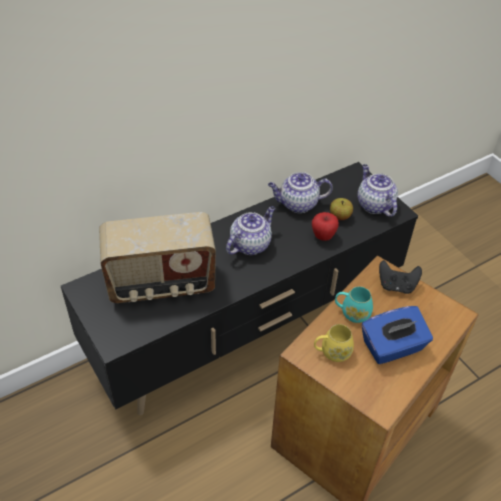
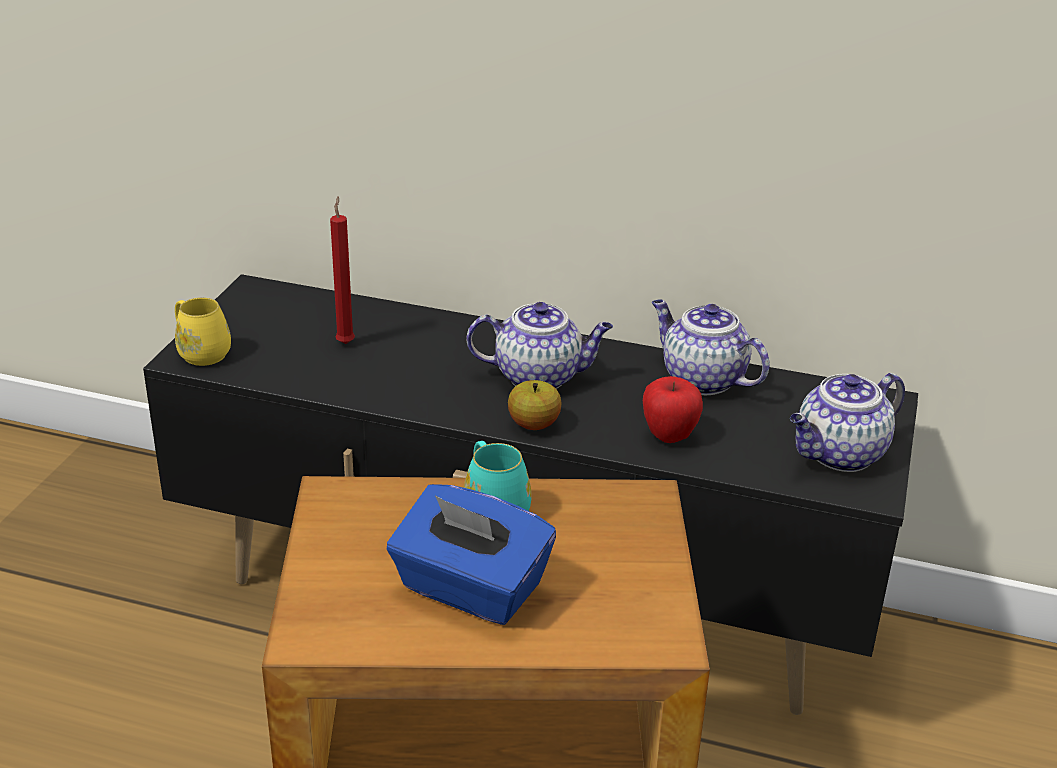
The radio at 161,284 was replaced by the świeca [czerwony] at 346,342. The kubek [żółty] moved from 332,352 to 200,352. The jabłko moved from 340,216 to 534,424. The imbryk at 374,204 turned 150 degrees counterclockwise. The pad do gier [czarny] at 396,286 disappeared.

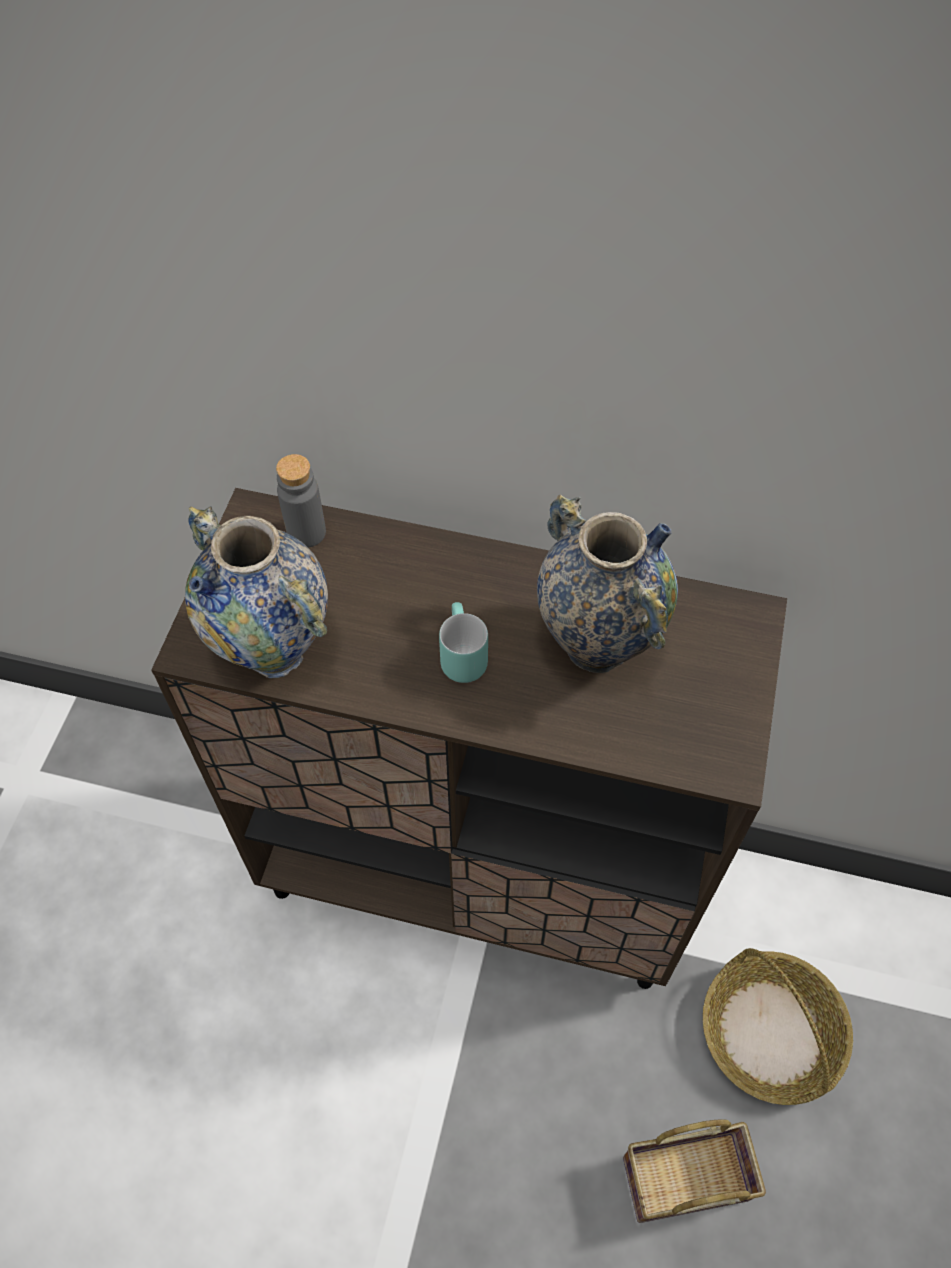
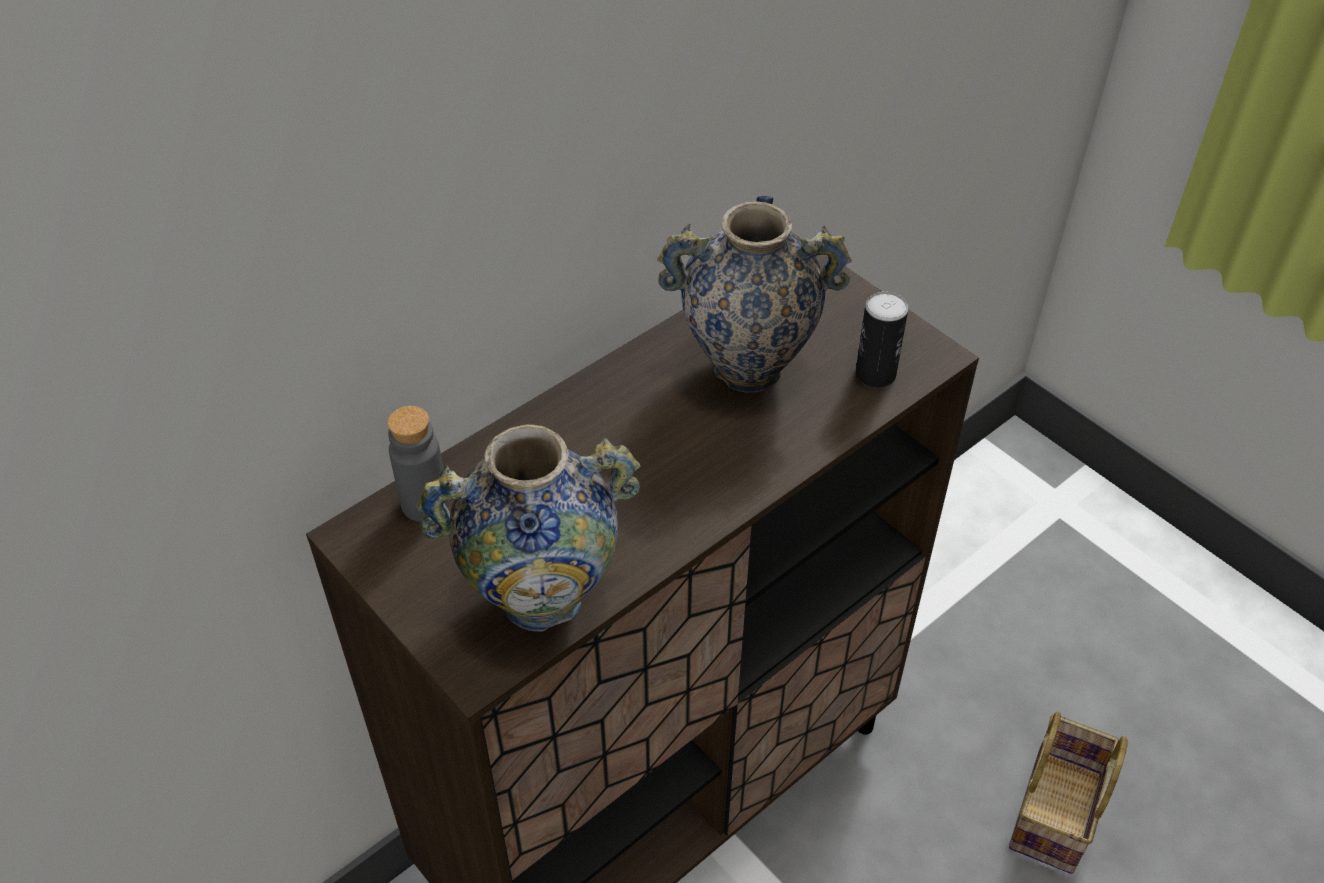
The kubek [turkusowy] at 458,655 disappeared. The koszyk at 771,1033 disappeared. The puszka at 875,374 appeared.

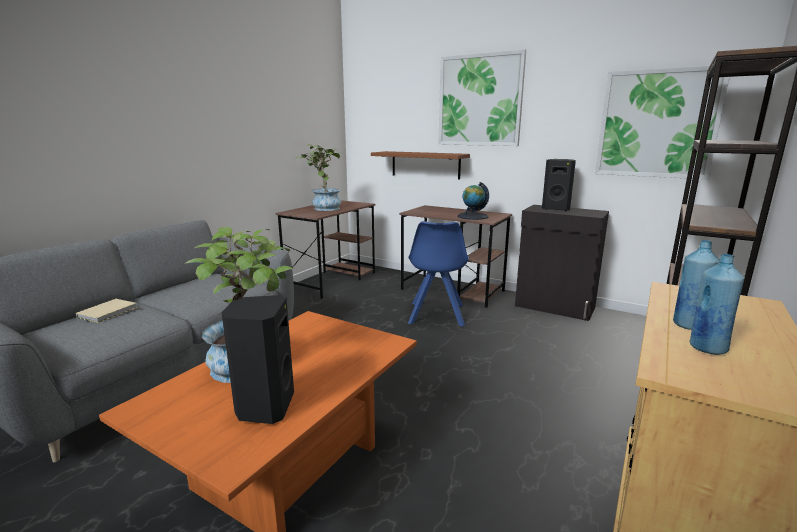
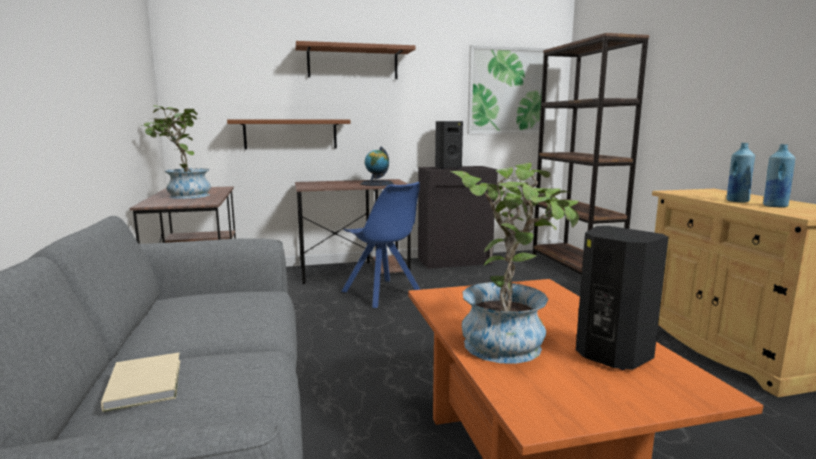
The obraz at 480,100 was replaced by the półka [brązowy] at 353,63.

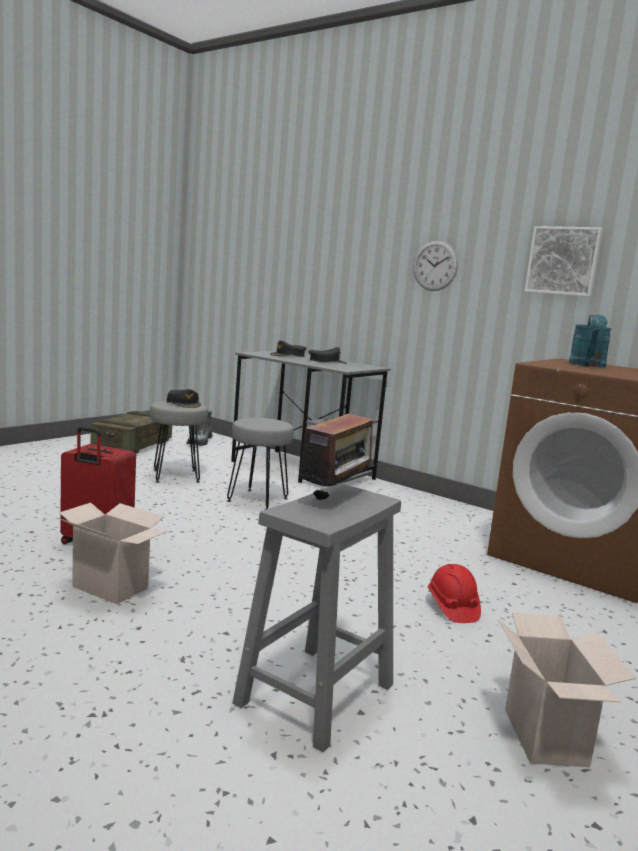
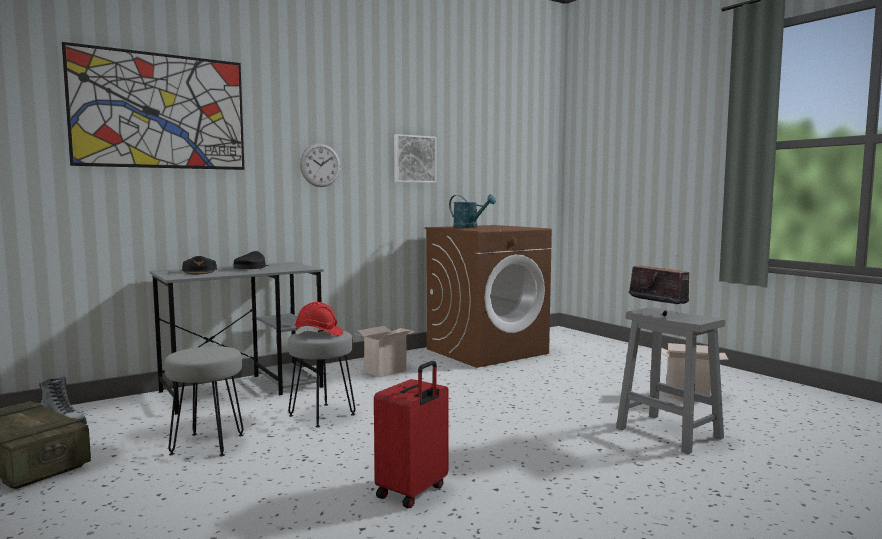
The karton moved from 113,587 to 385,371. The czapka z daszkiem [czarny] at 184,403 disappeared. The kask [czerwony] moved from 452,607 to 319,334. The obraz at 160,111 appeared.

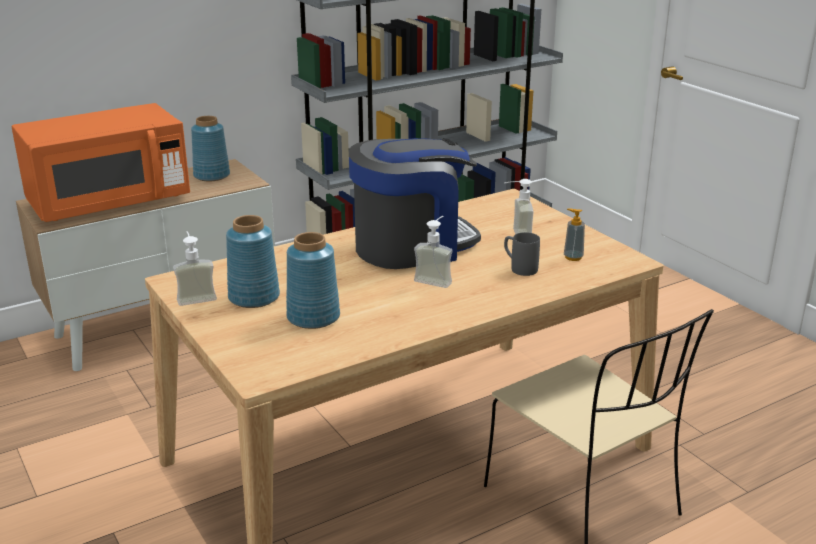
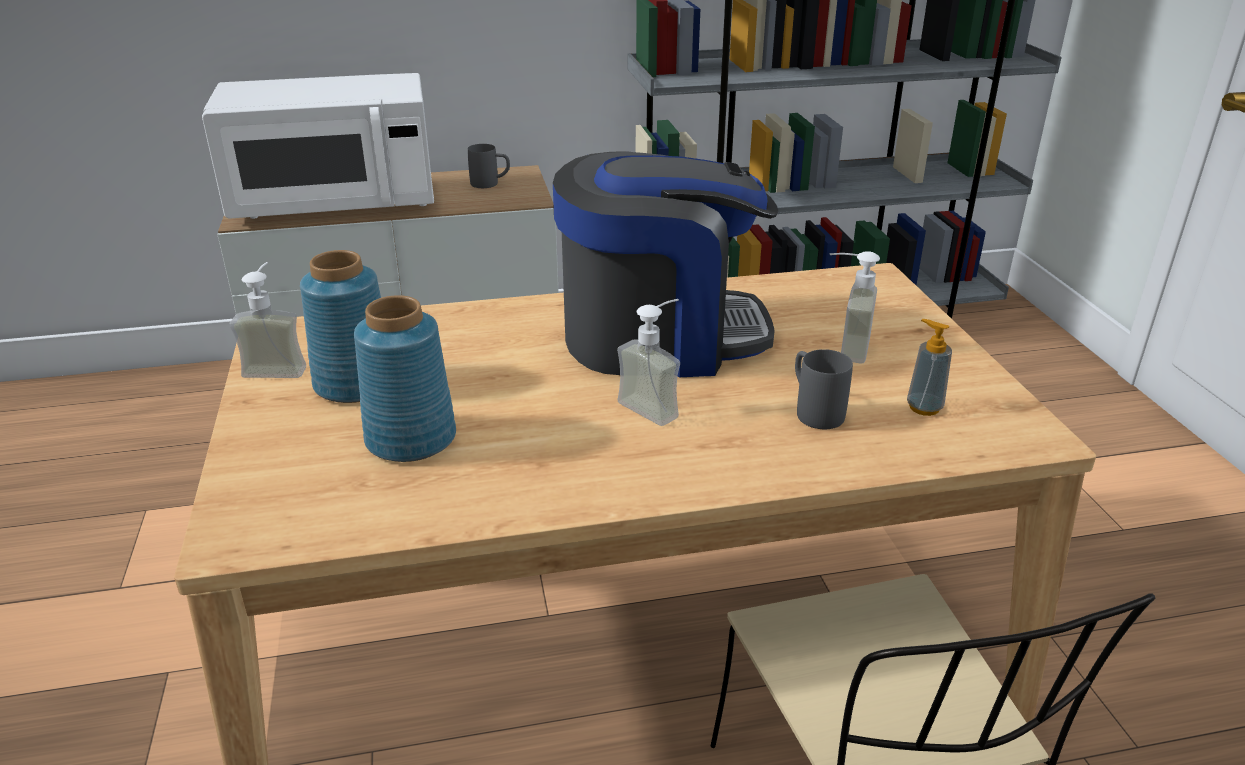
The mikrofalówka [pomarańczowy] at 109,202 became the mikrofalówka [biały] at 336,203. The wazon [niebieski] at 212,175 was replaced by the kubek [szary] at 490,184.

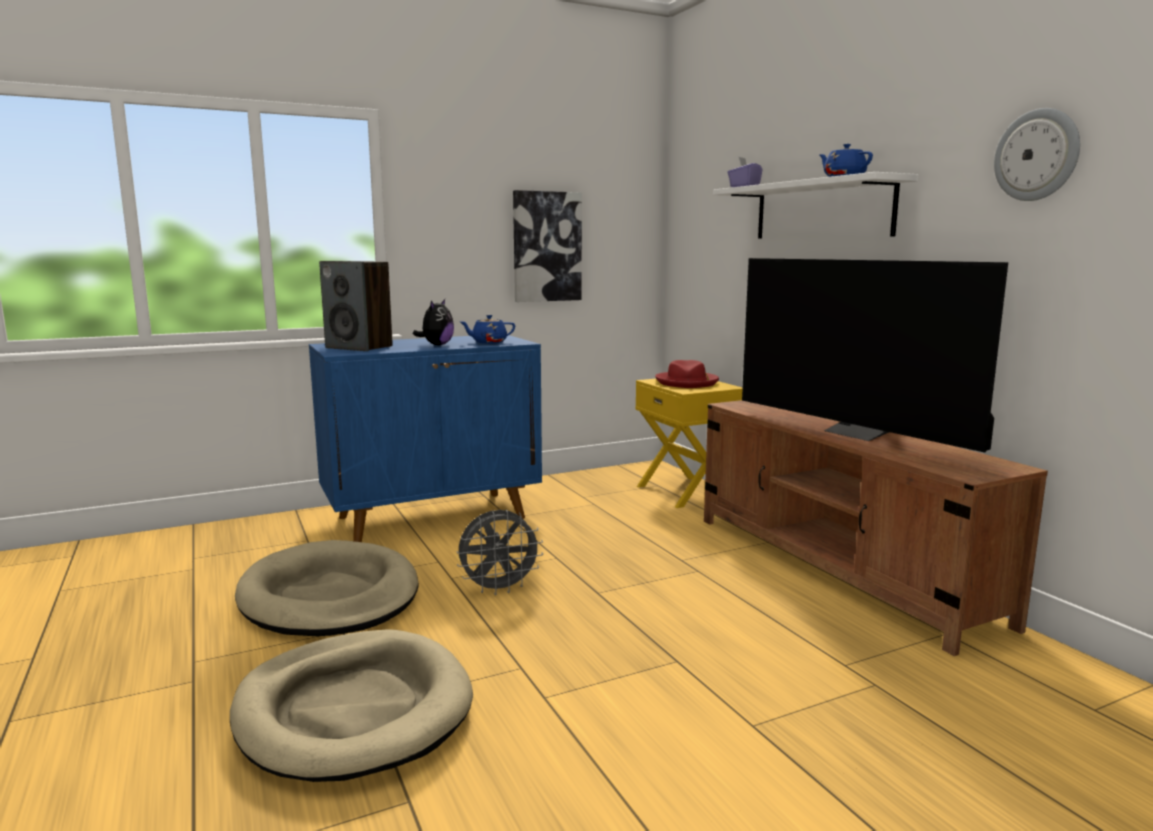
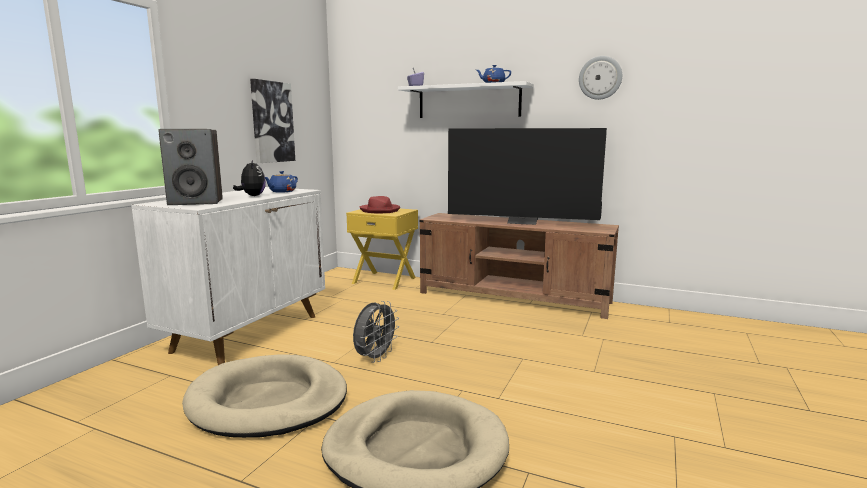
The szafka [niebieski] at 433,517 became the szafka [biały] at 249,333.

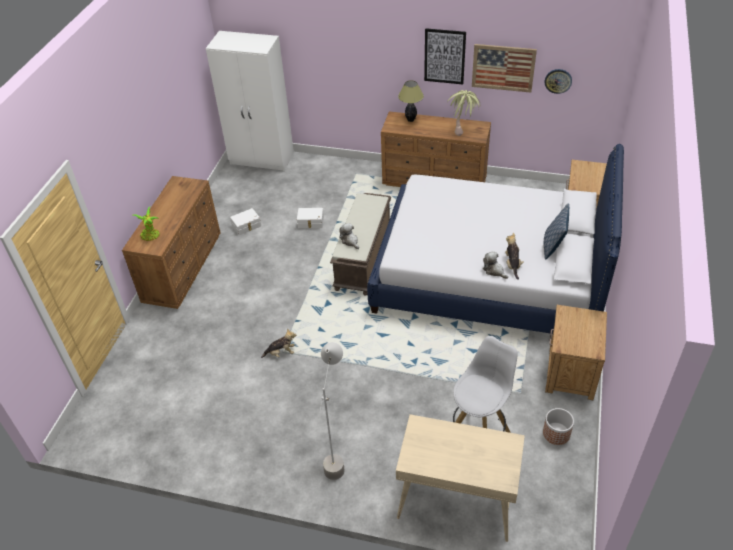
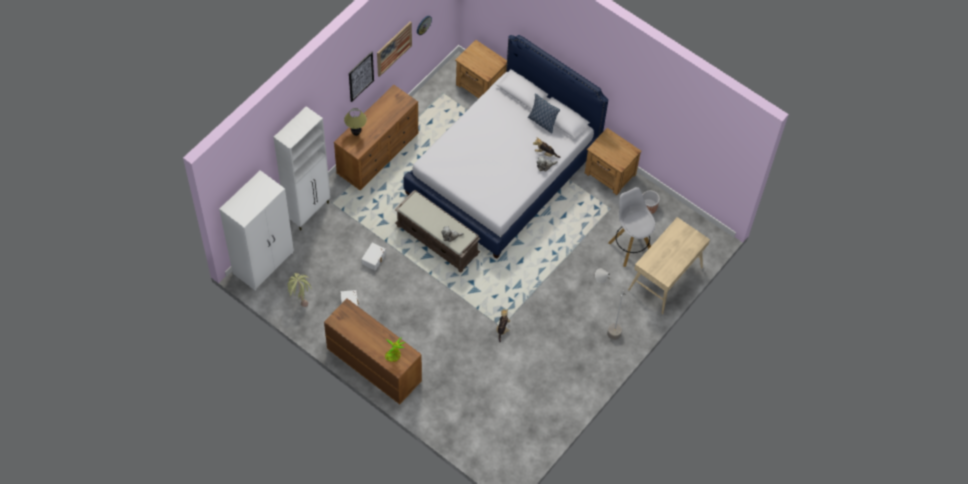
The roślina doniczkowa moved from 462,129 to 300,298. The szafka [biały] at 308,211 appeared.

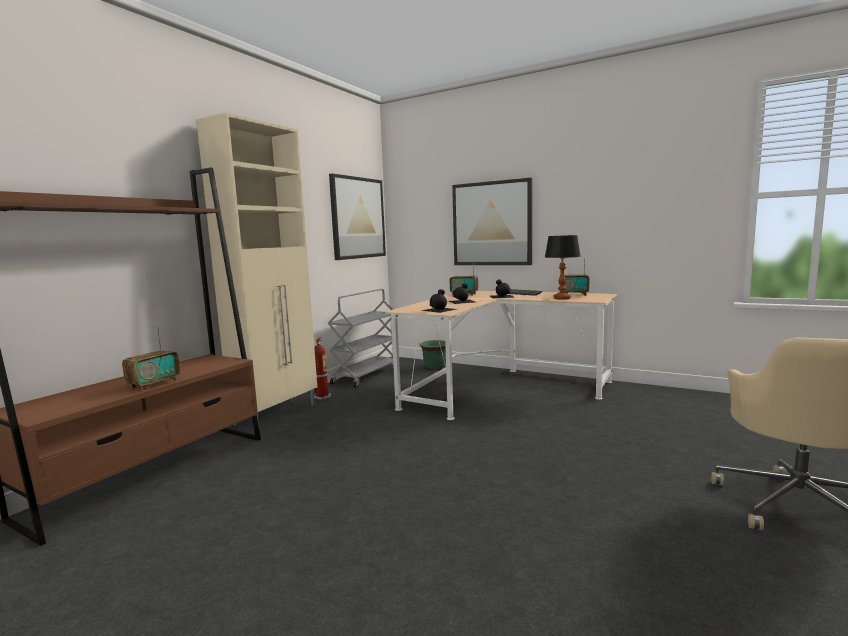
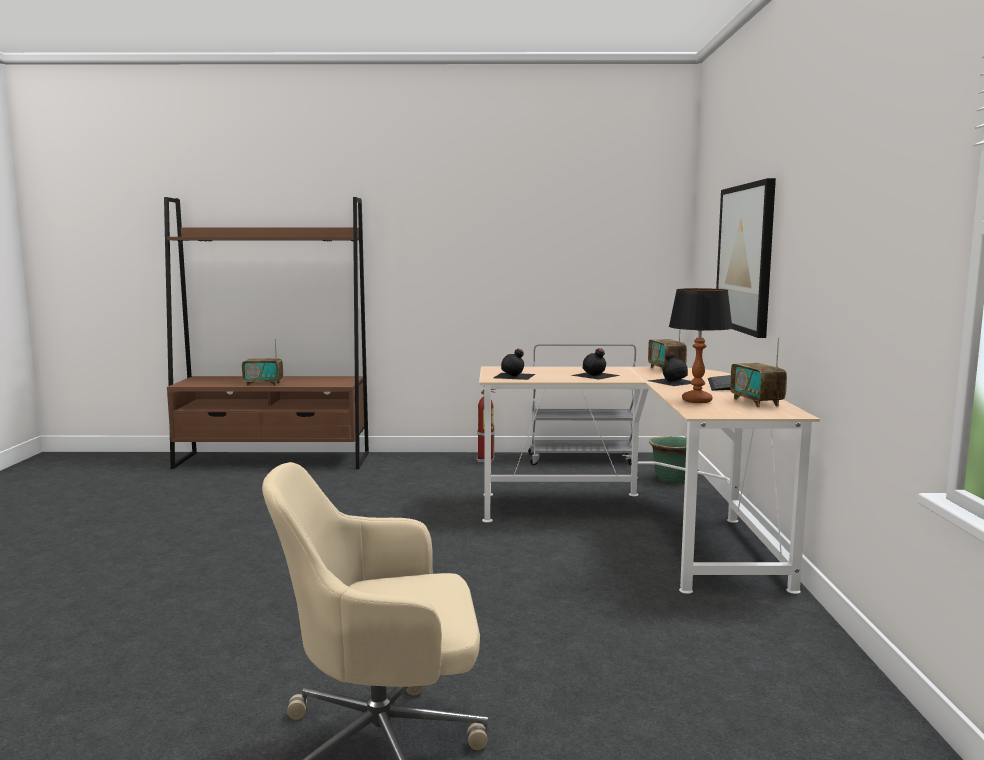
The szafka [beżowy] at 277,414 disappeared. The obraz at 358,218 disappeared.

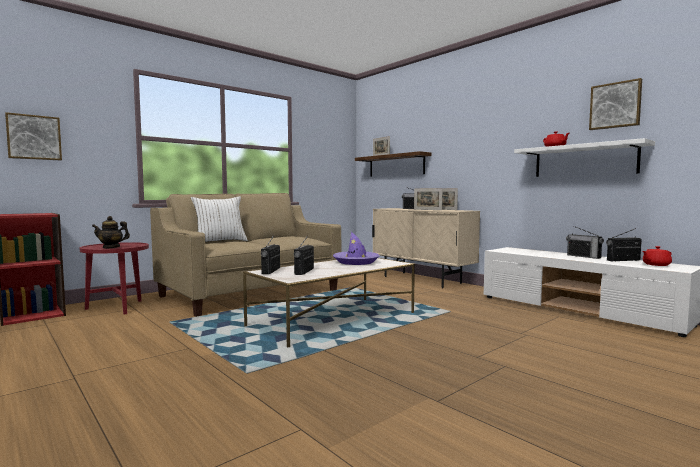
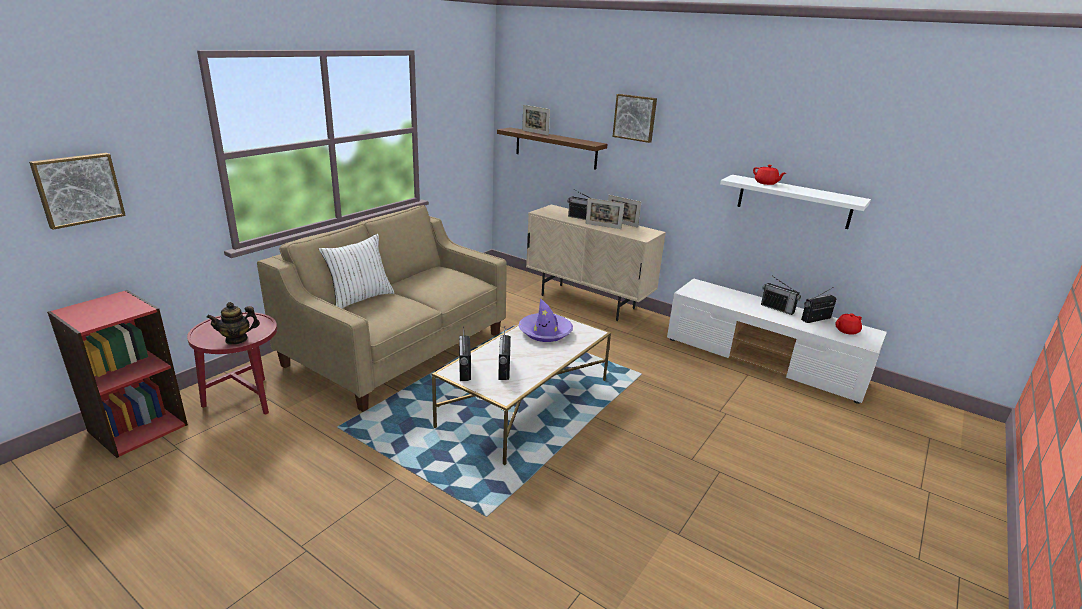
The obraz moved from 615,105 to 635,117.

